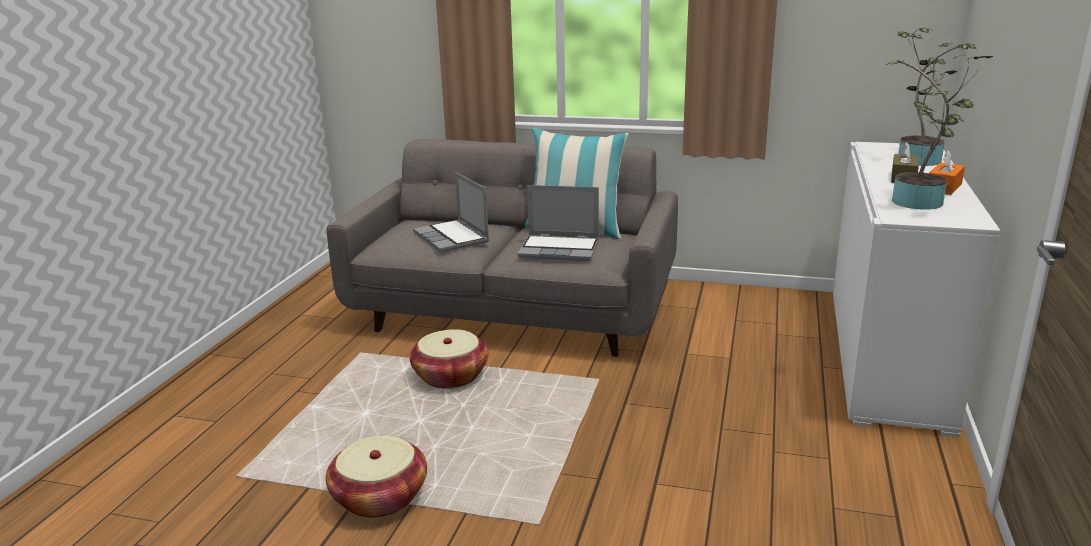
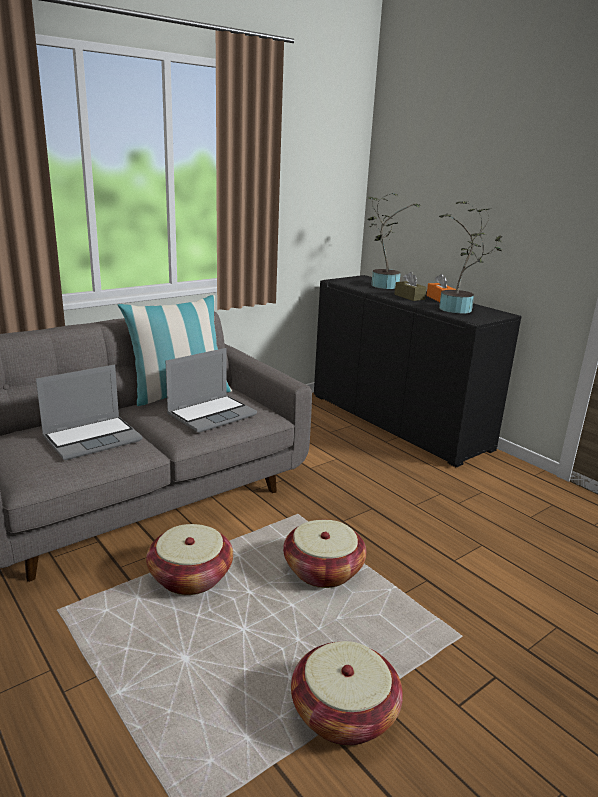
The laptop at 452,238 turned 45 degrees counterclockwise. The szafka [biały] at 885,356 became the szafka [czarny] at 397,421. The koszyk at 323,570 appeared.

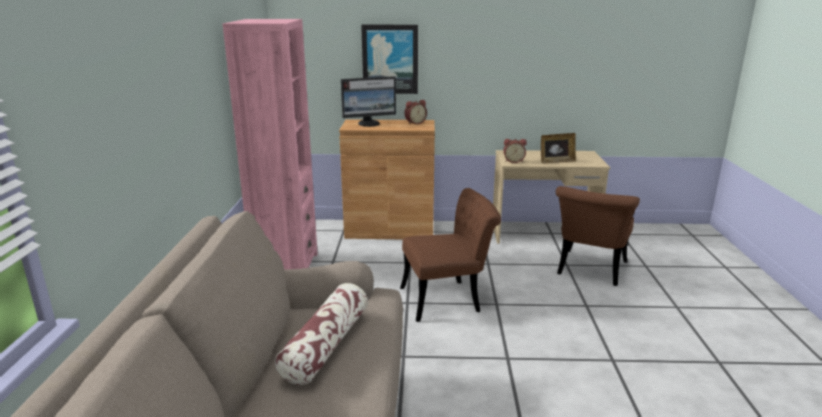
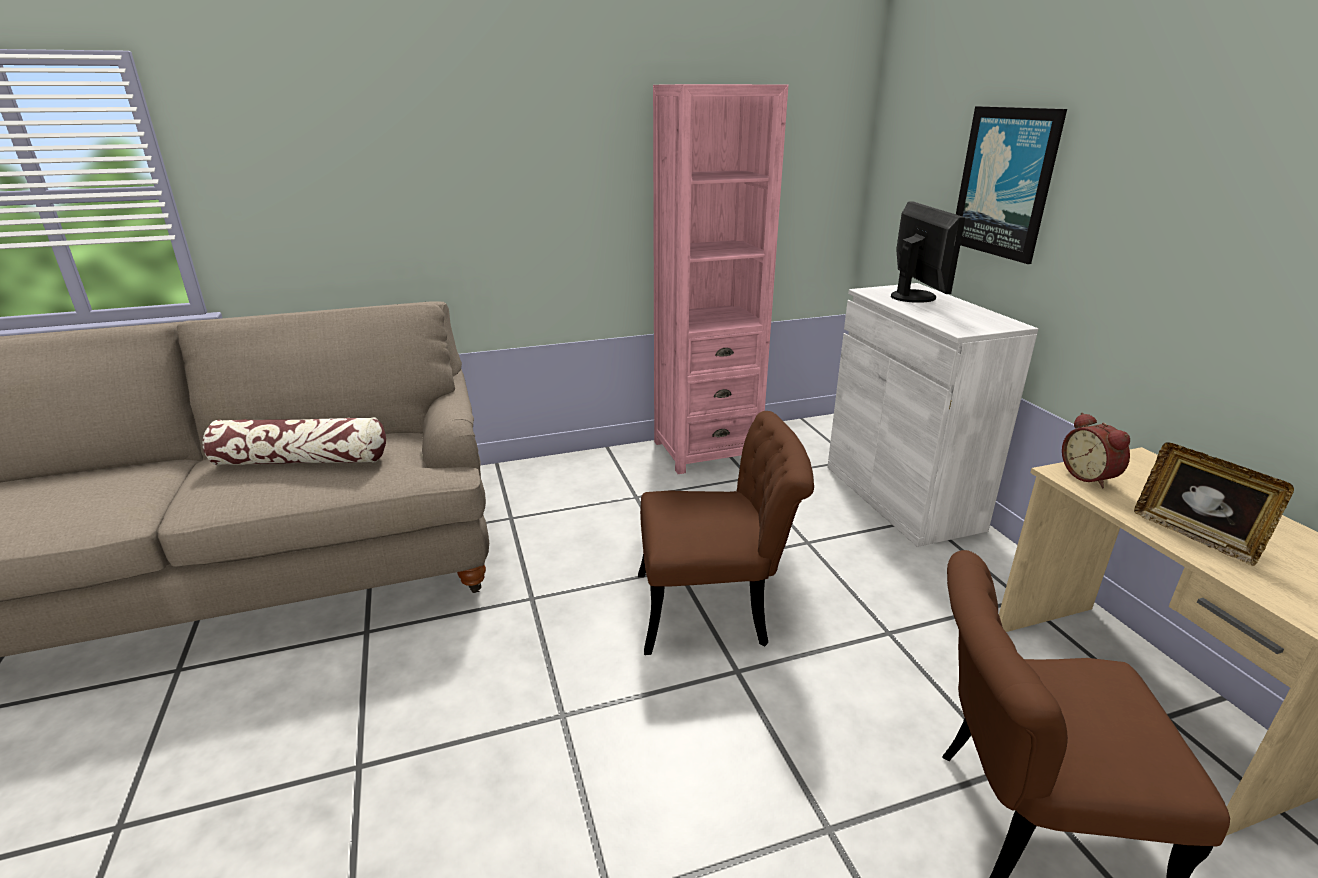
The szafka [brązowy] at 389,230 became the szafka [biały] at 901,497. The monitor at 369,124 turned 150 degrees counterclockwise. The krzesło [brązowy] at 448,299 turned 60 degrees counterclockwise. The budzik at 415,123 disappeared.

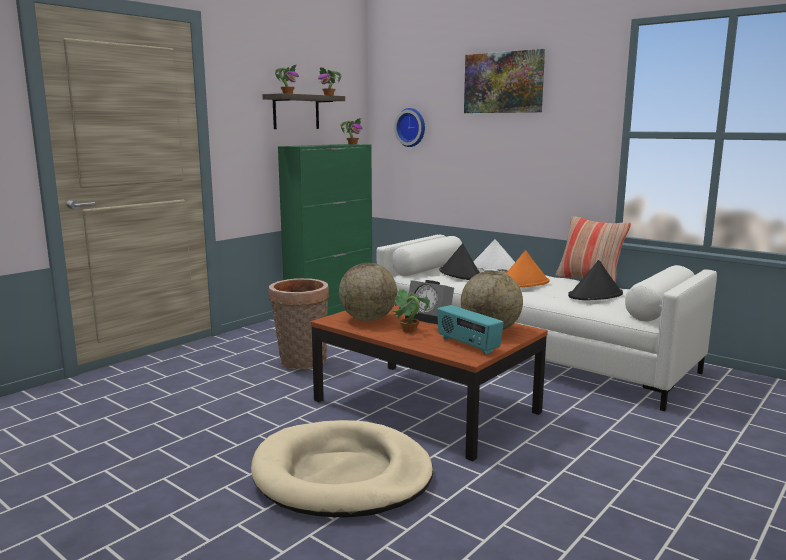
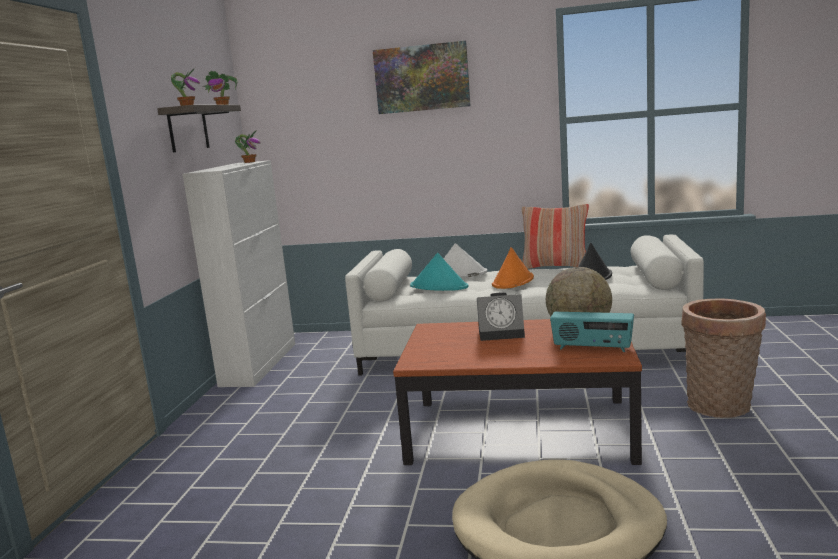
The koszyk moved from 301,363 to 721,408. The szafka [zielony] at 331,309 became the szafka [biały] at 260,363. The globus at 368,319 disappeared. The roślina doniczkowa at 409,330 disappeared. The zegar ścienny at 411,127 disappeared. The kapelusz [czarny] at 461,274 became the kapelusz [turkusowy] at 439,286.

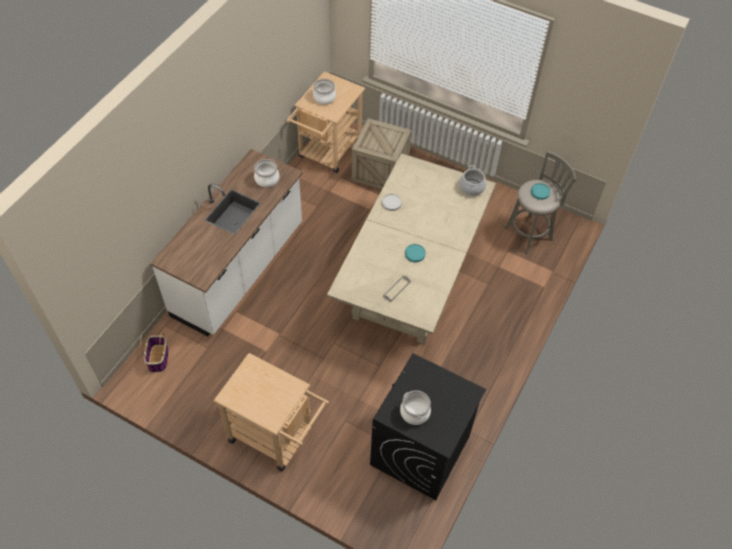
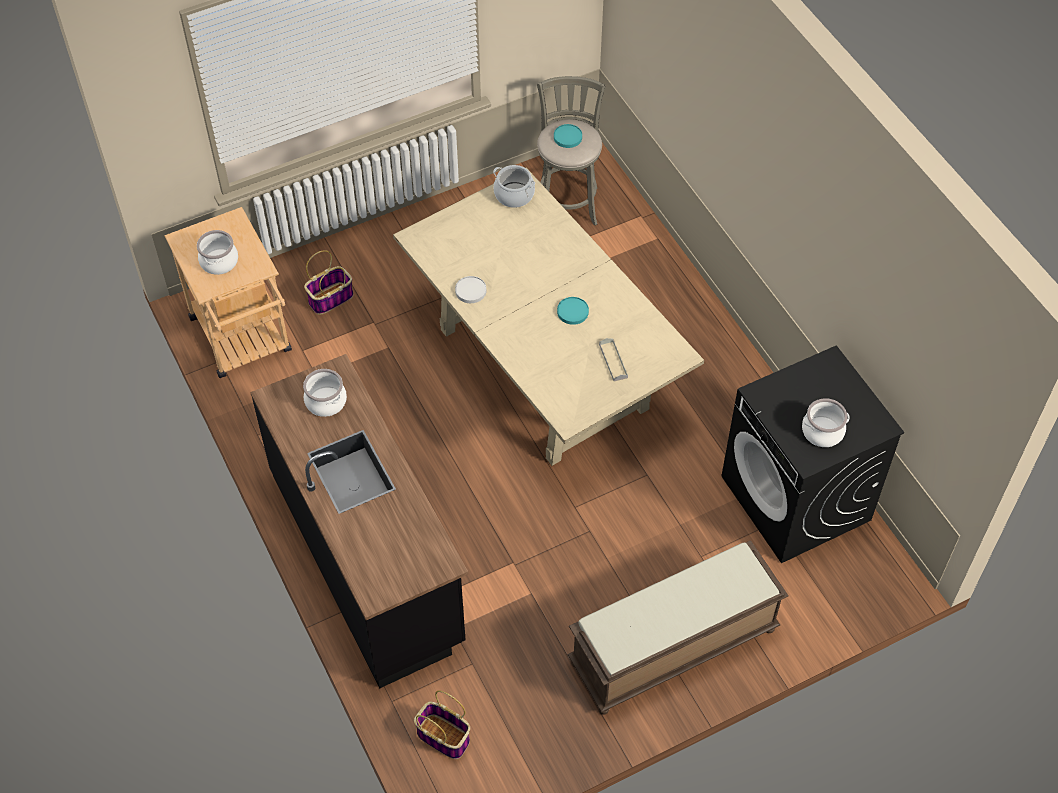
The zabudowa kuchenna [biały] at 239,270 became the zabudowa kuchenna [czarny] at 368,558. The wózek [beżowy] at 277,437 was replaced by the ławka [brązowy] at 672,648. The skrzynka at 380,170 was replaced by the koszyk at 331,298.

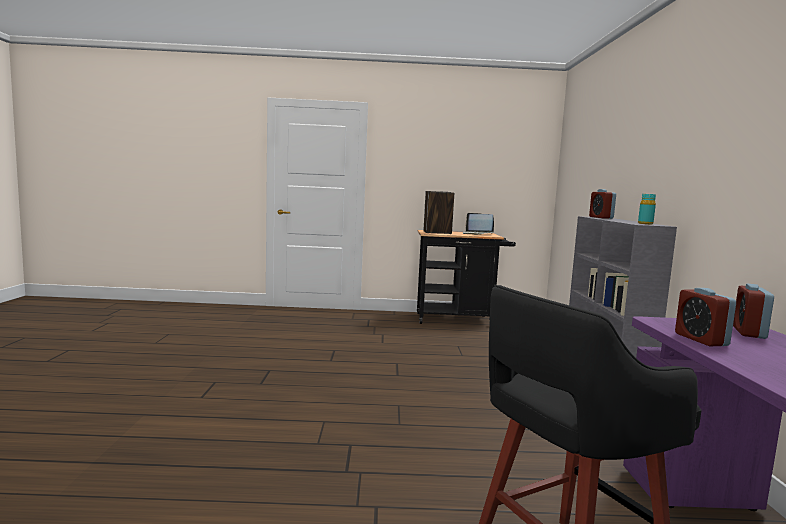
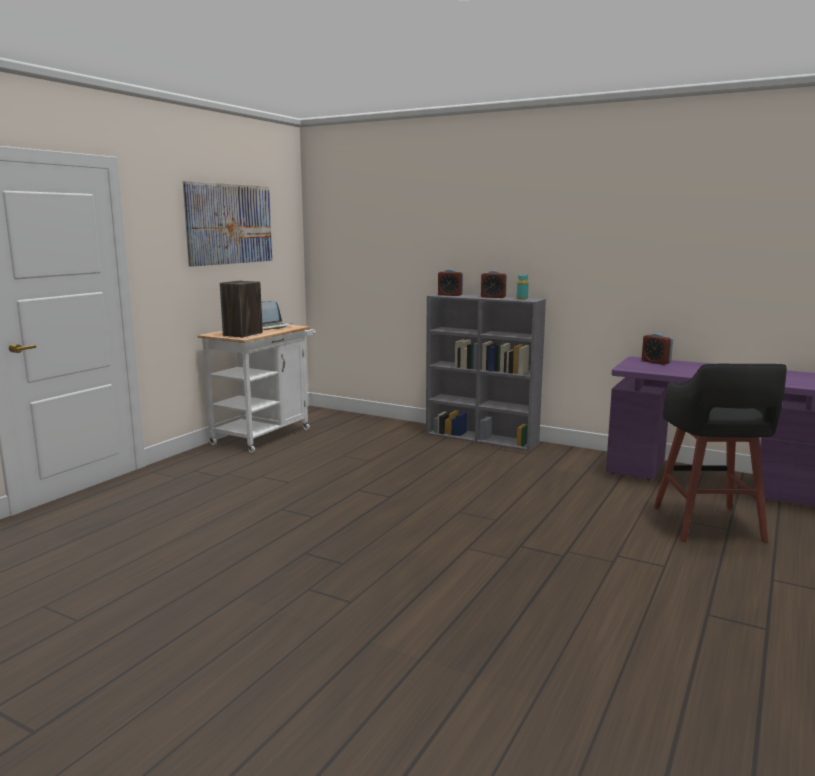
The wózek [czarny] at 459,320 became the wózek [biały] at 265,434. The budzik moved from 701,340 to 493,297. The obraz at 229,224 appeared.

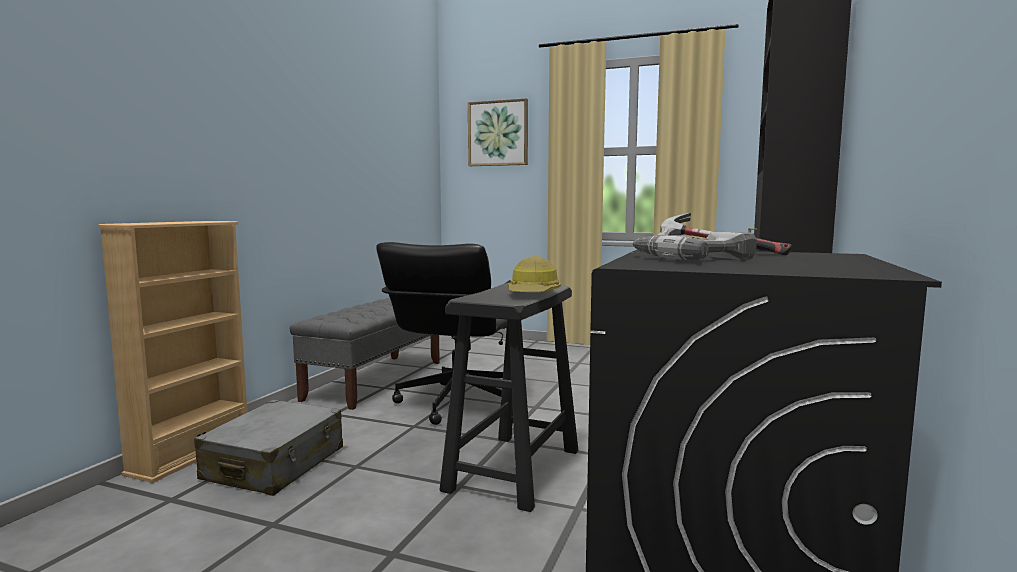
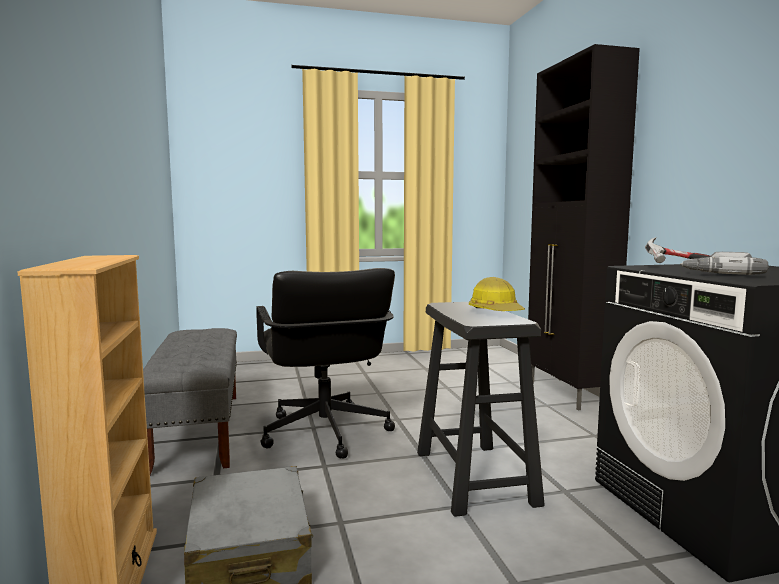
The obraz at 498,133 disappeared.

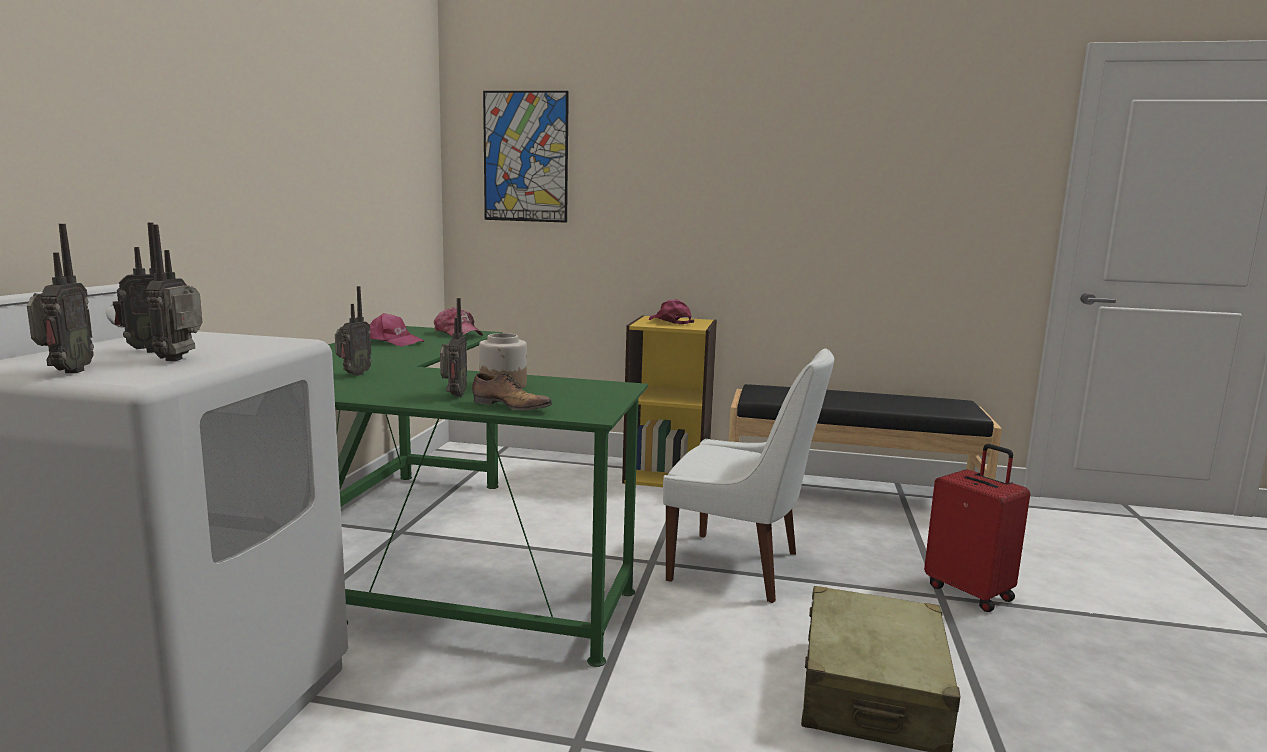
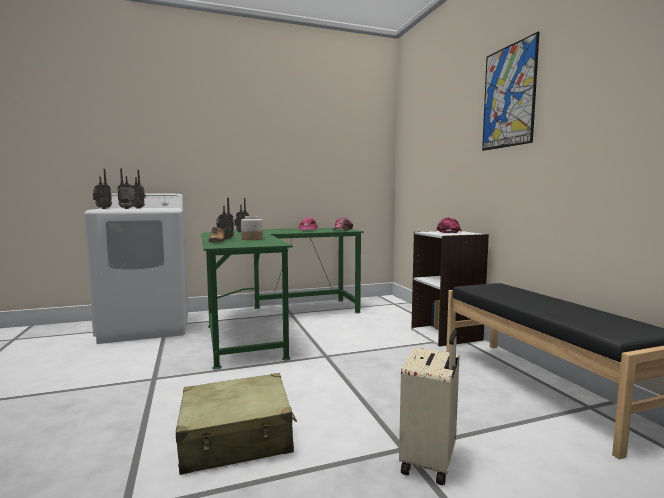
The obraz moved from 525,157 to 508,96. The regał [żółty] at 667,474 became the regał [biały] at 446,334. The krzesło [biały] at 740,567 disappeared. The walizka [czerwony] at 970,592 became the walizka [beżowy] at 430,462.

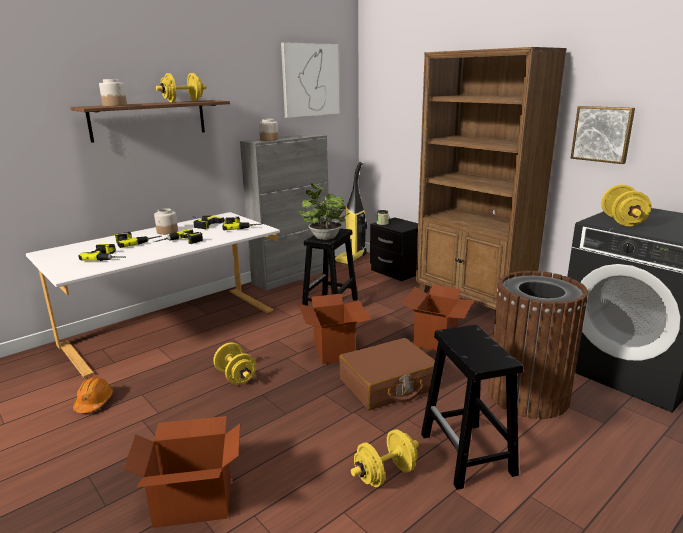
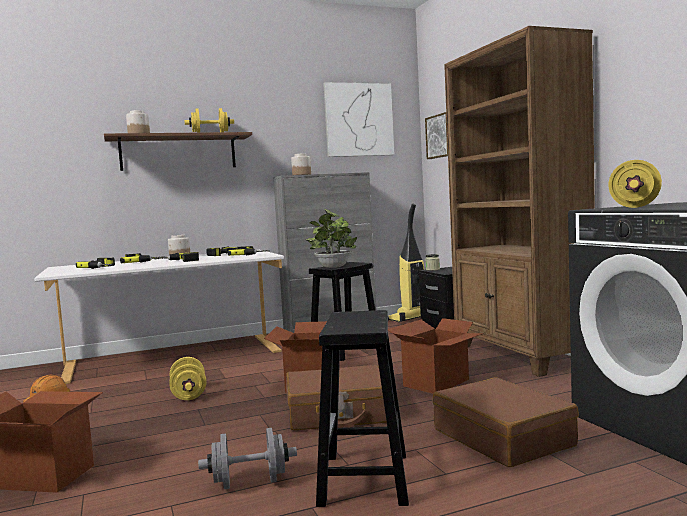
The hantel [żółty] at 385,474 became the hantel [szary] at 250,482. The kosz na śmieci [brązowy] at 527,395 was replaced by the walizka [brązowy] at 503,438. The obraz moved from 602,134 to 440,136.

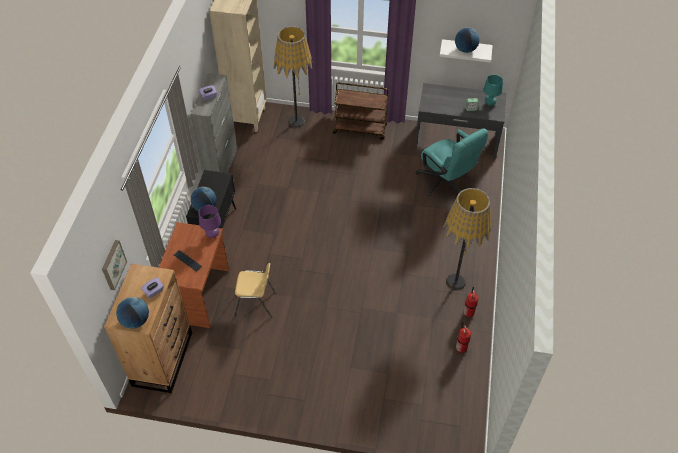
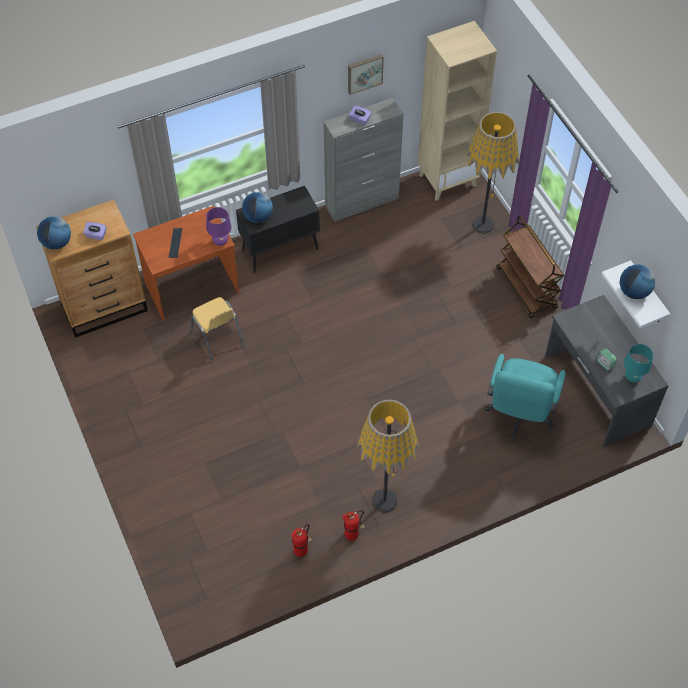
The obraz moved from 112,264 to 364,73.

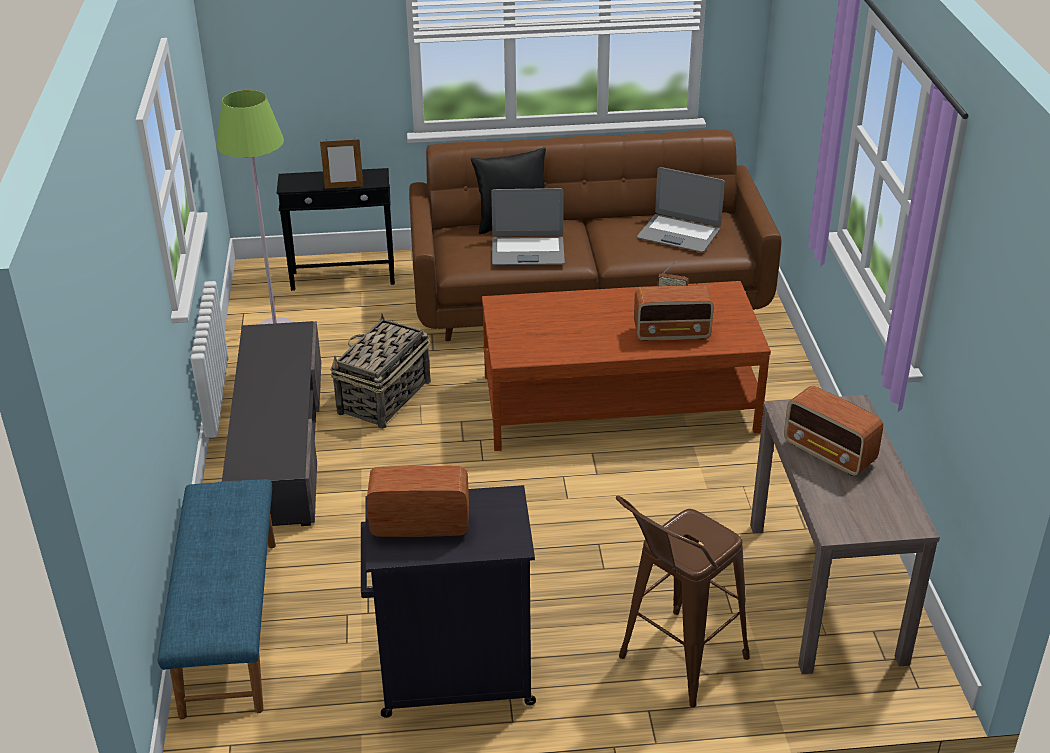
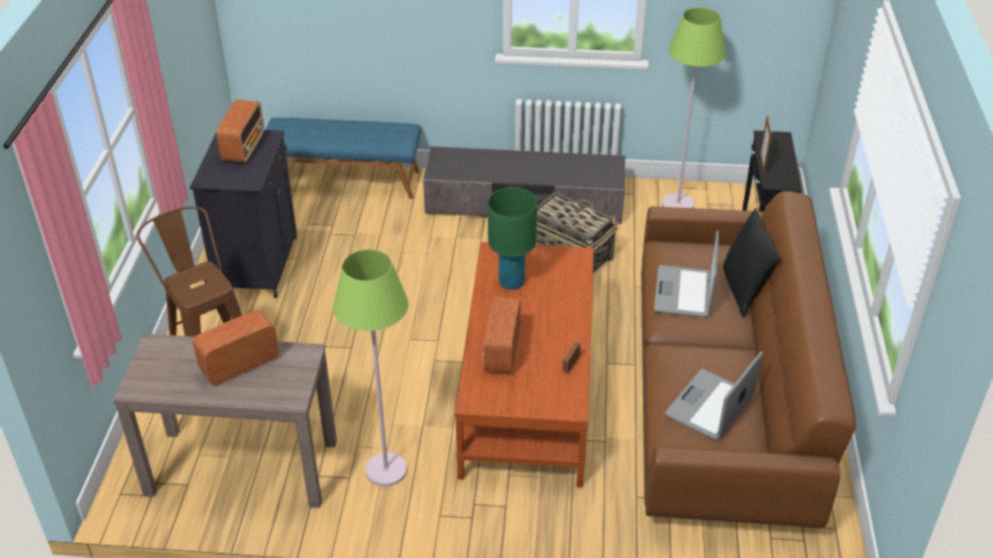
The lampa stojąca [zielony] at 386,470 appeared. The lampa stołowa [zielony] at 511,282 appeared.

